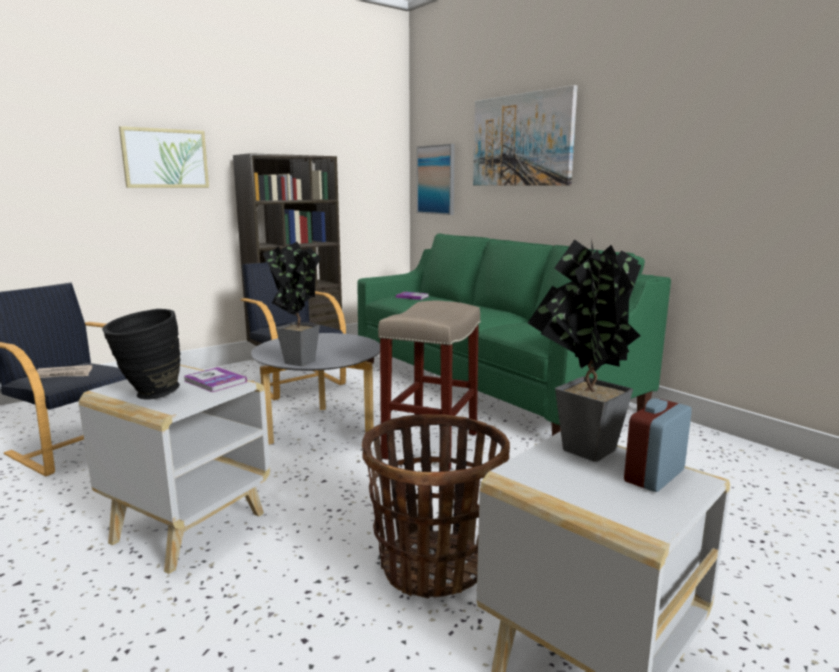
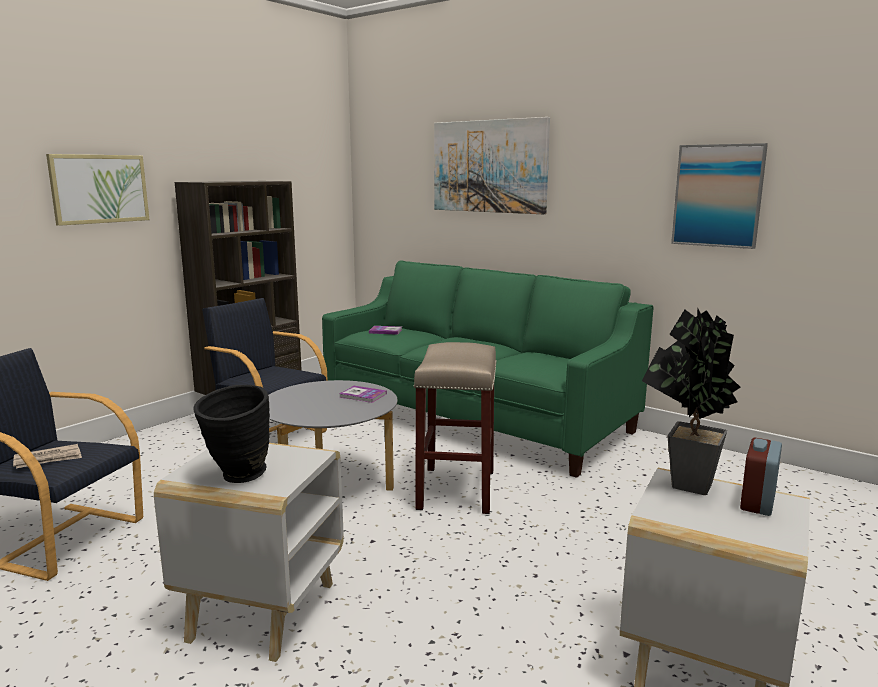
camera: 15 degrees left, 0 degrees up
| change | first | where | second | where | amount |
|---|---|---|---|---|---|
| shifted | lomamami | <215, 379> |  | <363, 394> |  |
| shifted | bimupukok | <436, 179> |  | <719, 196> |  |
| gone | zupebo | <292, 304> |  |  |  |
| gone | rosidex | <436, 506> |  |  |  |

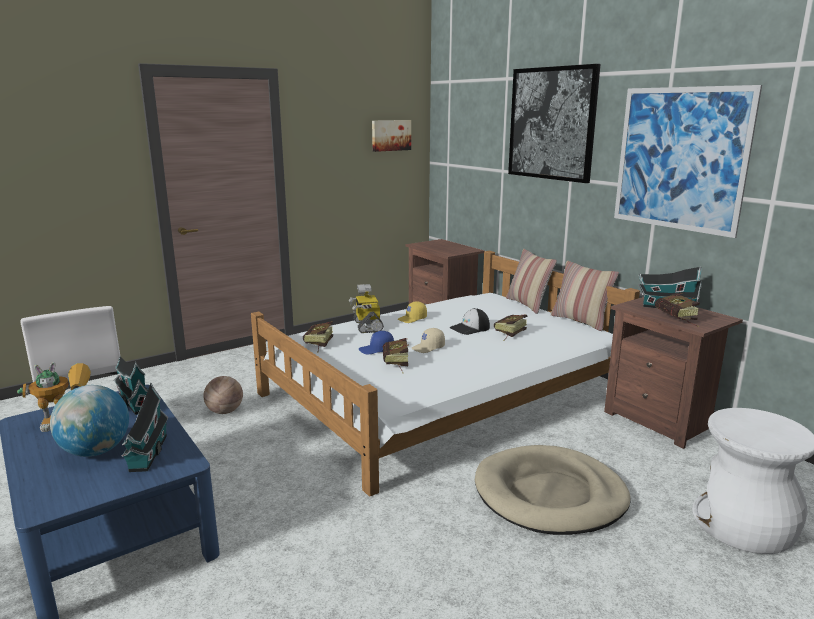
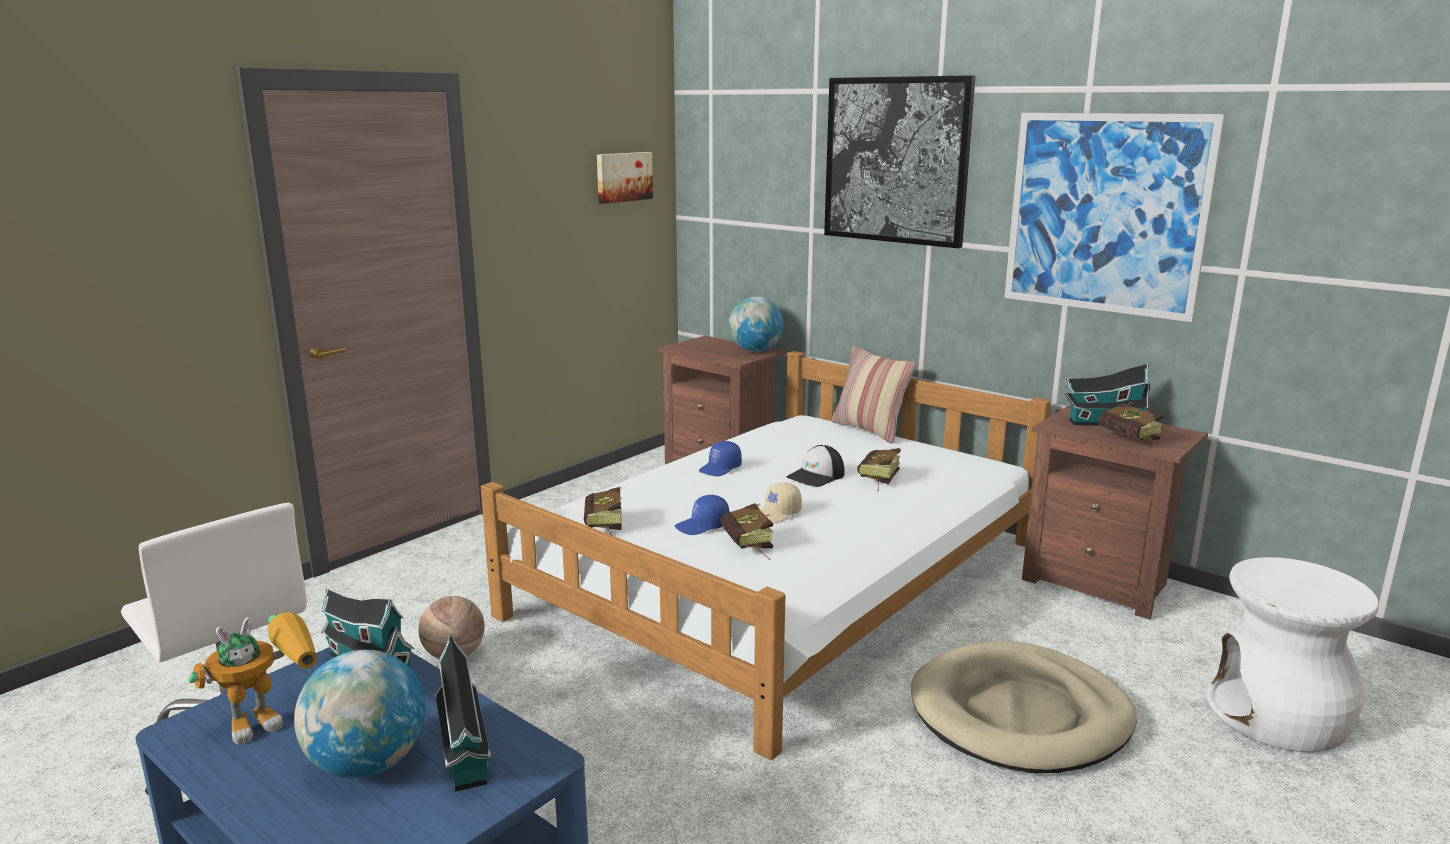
camera: 15 degrees left, 0 degrees up
| change | first | where | second | where | amount |
|---|---|---|---|---|---|
| repainted | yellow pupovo | <412, 312> | blue pupovo | <720, 458> |  |
| new |  |  | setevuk | <756, 324> |  |
| gone | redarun | <366, 308> |  |  |  |
| gone | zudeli | <585, 296> |  |  |  |

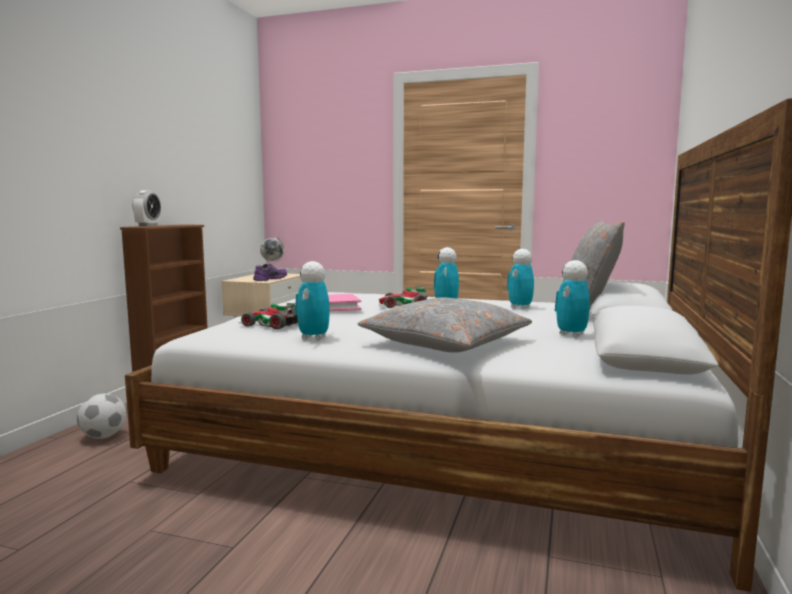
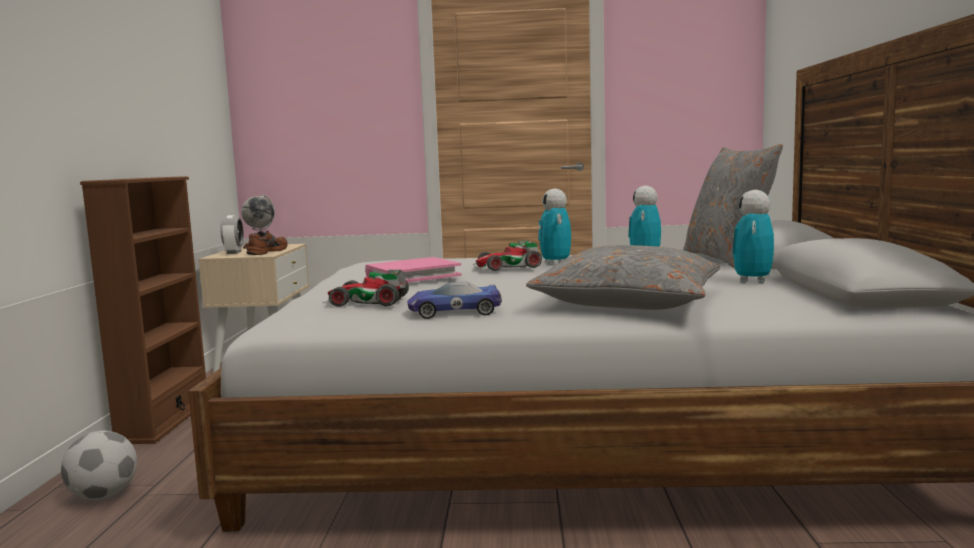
camera: 15 degrees left, 0 degrees up
| change | first | where | second | where | amount |
|---|---|---|---|---|---|
| shifted | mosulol | <146, 208> |  | <232, 234> |  |
| repainted | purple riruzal | <270, 272> | brown riruzal | <267, 242> |  |
| swapped | redarun | <312, 300> | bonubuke | <454, 300> |  |

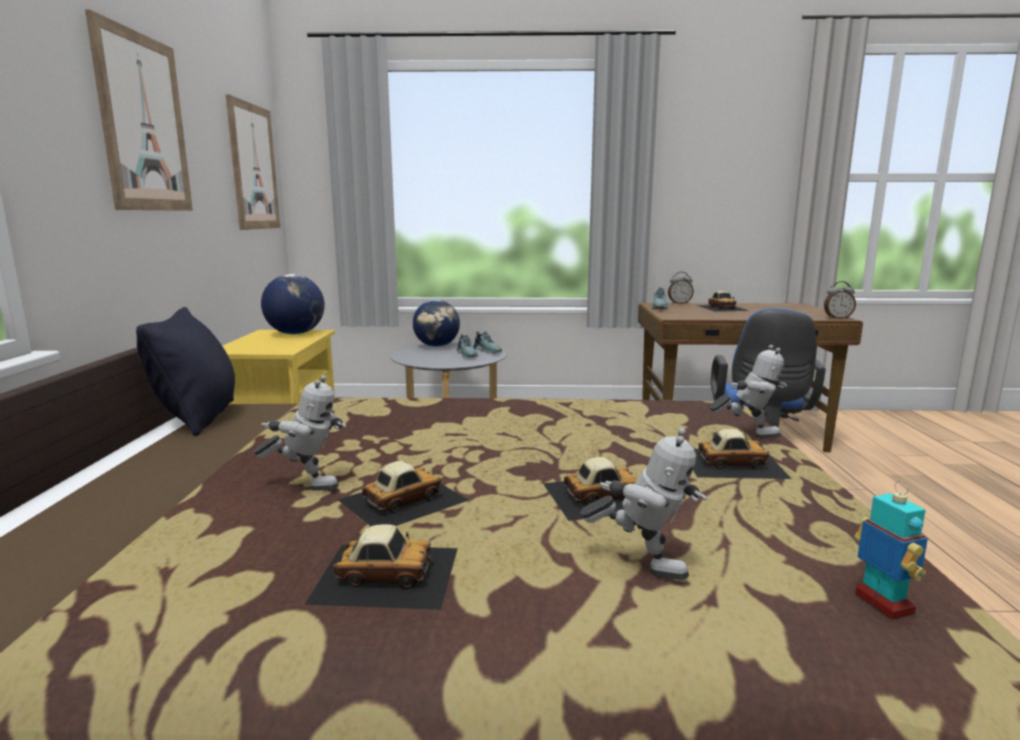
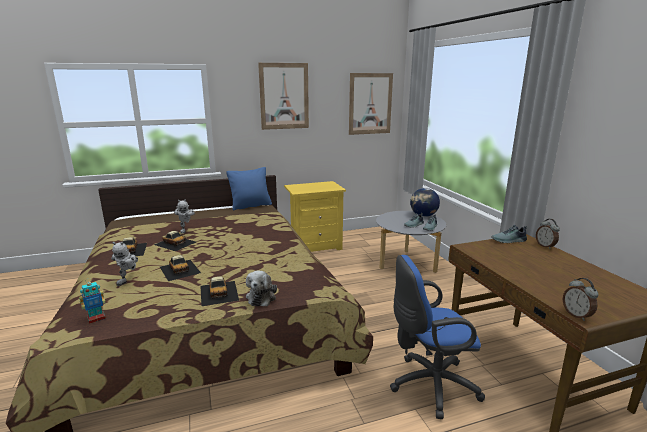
camera: 70 degrees right, 5 degrees up
| change | first | where | second | where | amount |
|---|---|---|---|---|---|
| repainted | black zudeli | <185, 371> | blue zudeli | <249, 188> |  |
| swapped | redarun | <748, 391> | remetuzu | <261, 288> |  |
| gone | setevuk | <293, 304> |  |  |  |
| gone | bonubuke | <722, 301> |  |  |  |

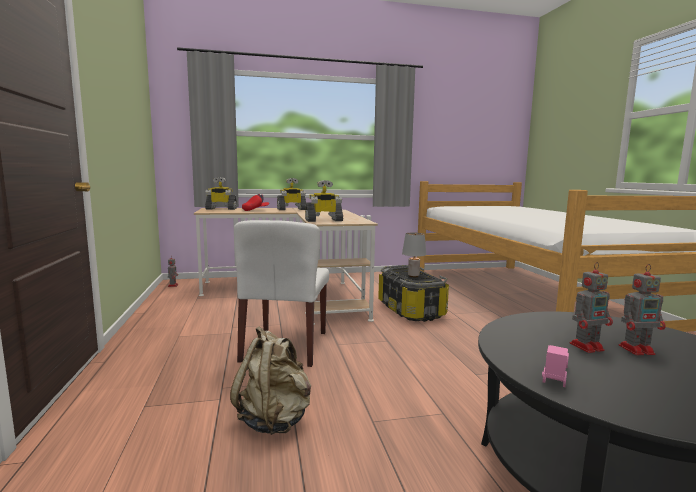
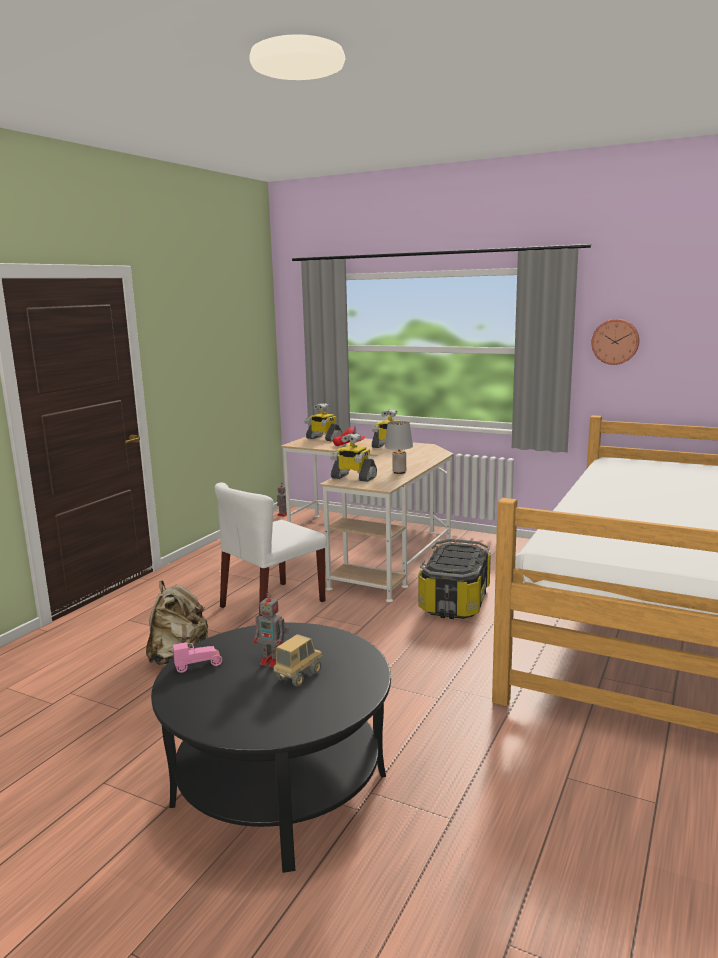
camera: 40 degrees right, 5 degrees up
| change | first | where | second | where | amount |
|---|---|---|---|---|---|
| swapped | redarun | <642, 309> | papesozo | <298, 660> |  |
| shifted | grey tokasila | <414, 255> |  | <399, 447> |  |
| new |  |  | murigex | <615, 342> |  |

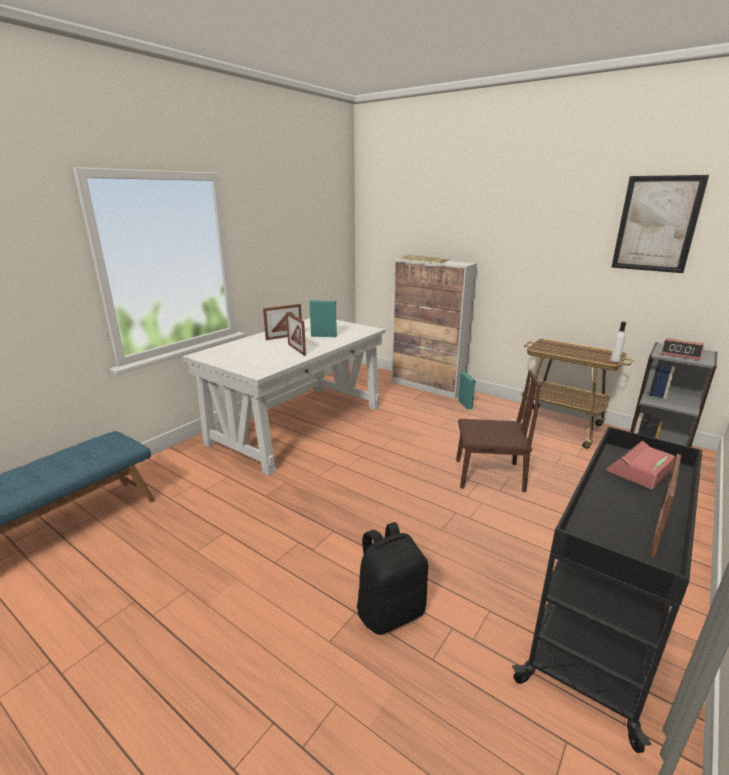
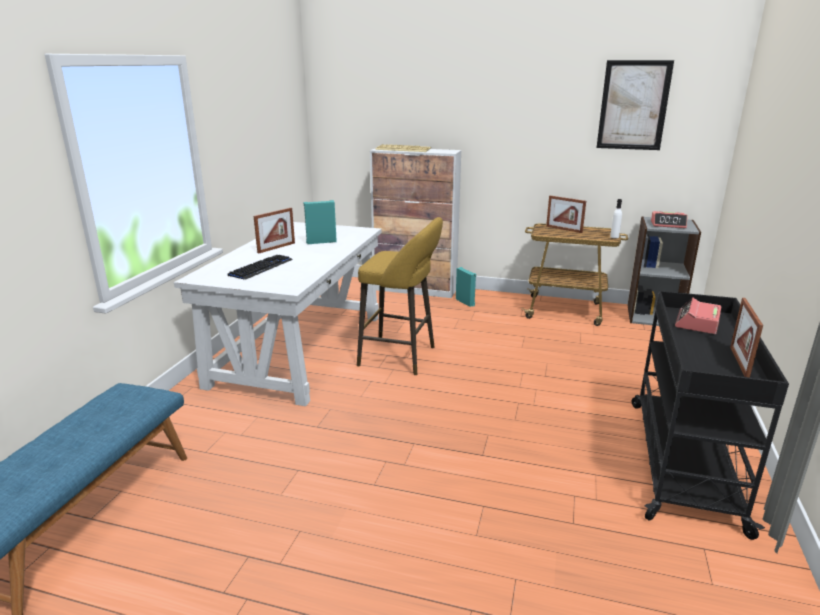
camera: 20 degrees left, 0 degrees up
| change | first | where | second | where | amount |
|---|---|---|---|---|---|
| new |  |  | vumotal | <260, 267> |  |
| new |  |  | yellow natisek | <400, 296> |  |
| shifted | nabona | <296, 334> |  | <566, 214> |  |
| gone | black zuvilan | <392, 578> |  |  |  |
| gone | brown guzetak | <498, 431> |  |  |  |

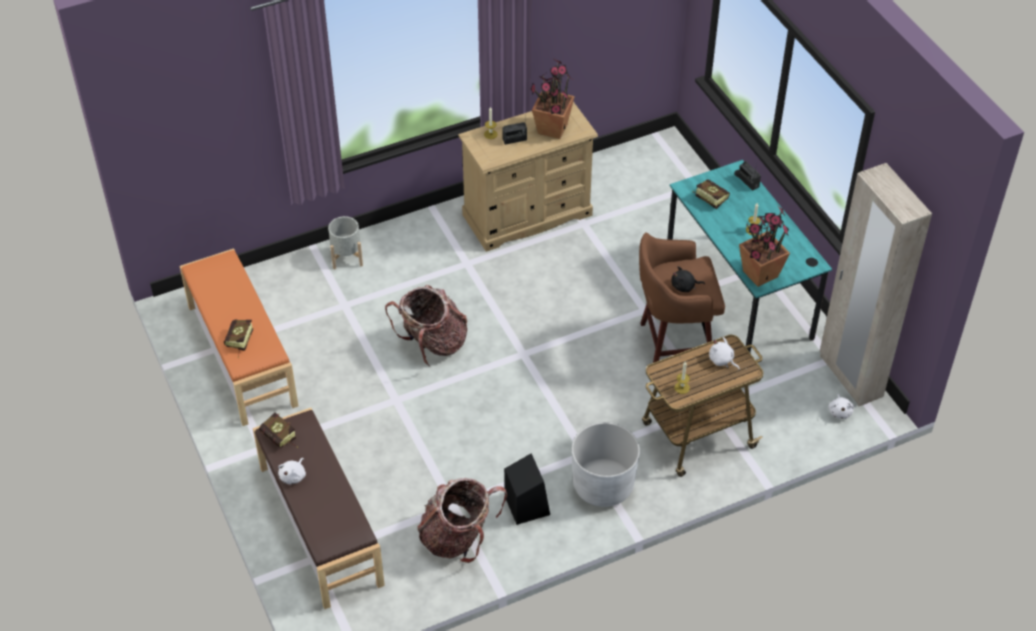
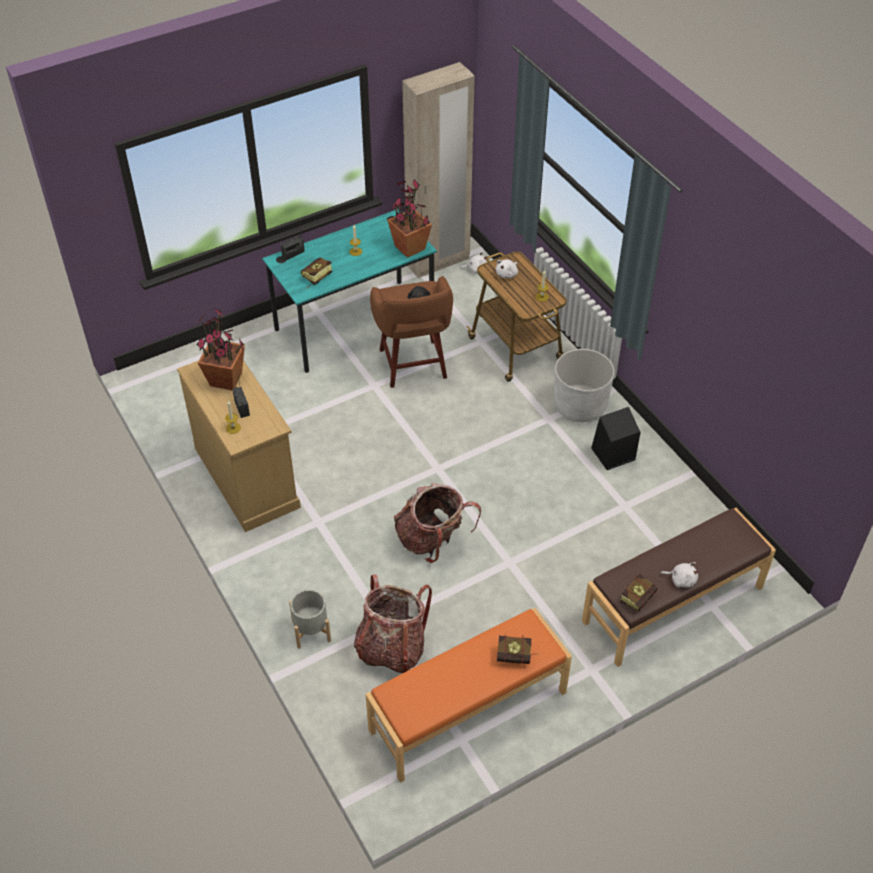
camera: 95 degrees left, 0 degrees up
| change | first | where | second | where | amount |
|---|---|---|---|---|---|
| shifted | zuvilan | <462, 520> |  | <393, 623> |  |

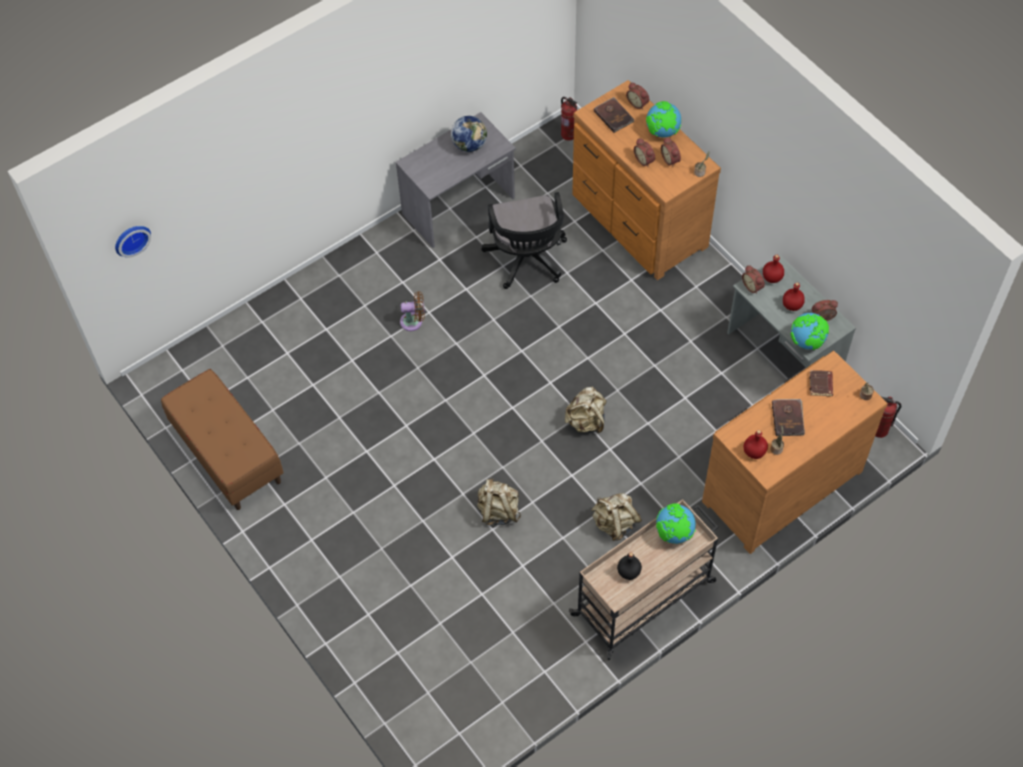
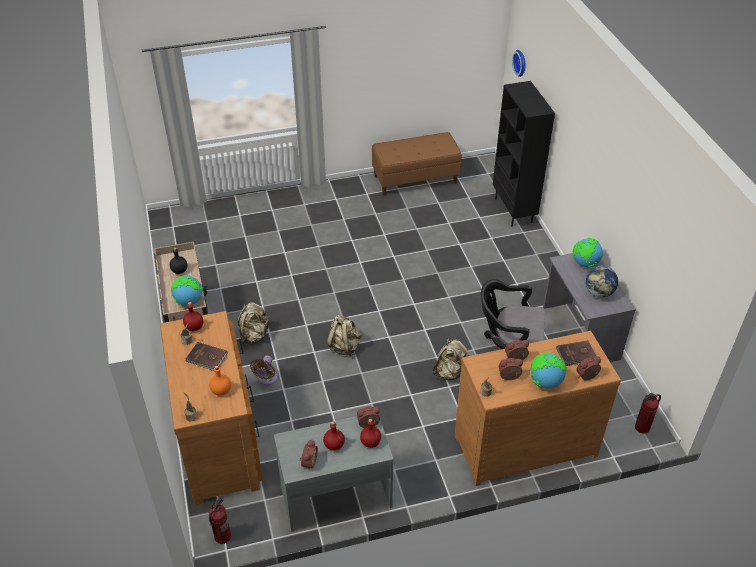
camera: 110 degrees right, 15 degrees down
| change | first | where | second | where | amount |
|---|---|---|---|---|---|
| swapped | brown lomamami | <821, 383> | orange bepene | <220, 380> |  |
| shifted | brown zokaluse | <412, 311> |  | <264, 370> |  |
| shifted | beige zuvilan | <499, 501> |  | <451, 359> |  |
| new |  |  | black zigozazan | <524, 154> |  |
| shifted | setevuk | <810, 331> |  | <588, 252> |  |

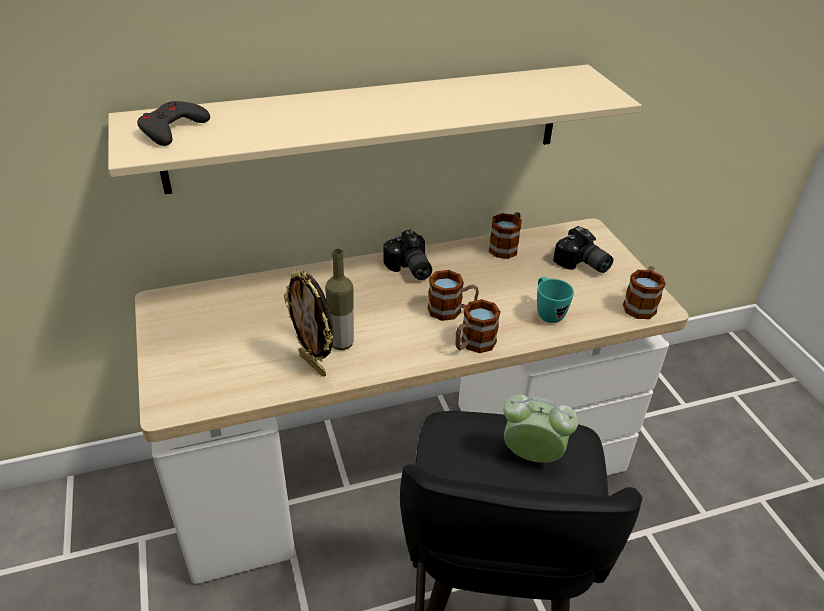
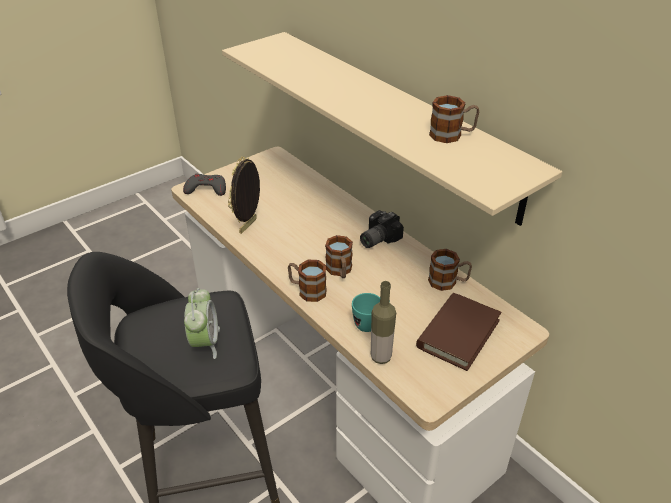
camera: 70 degrees right, 0 degrees up
| change | first | where | second | where | amount |
|---|---|---|---|---|---|
| shifted | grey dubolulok | <173, 123> |  | <204, 184> |  |
| shifted | bepene | <339, 299> |  | <383, 322> |  |
| swapped | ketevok | <583, 249> | brown lomamami | <459, 332> |  |
| shifted | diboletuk | <644, 292> |  | <454, 119> |  |

